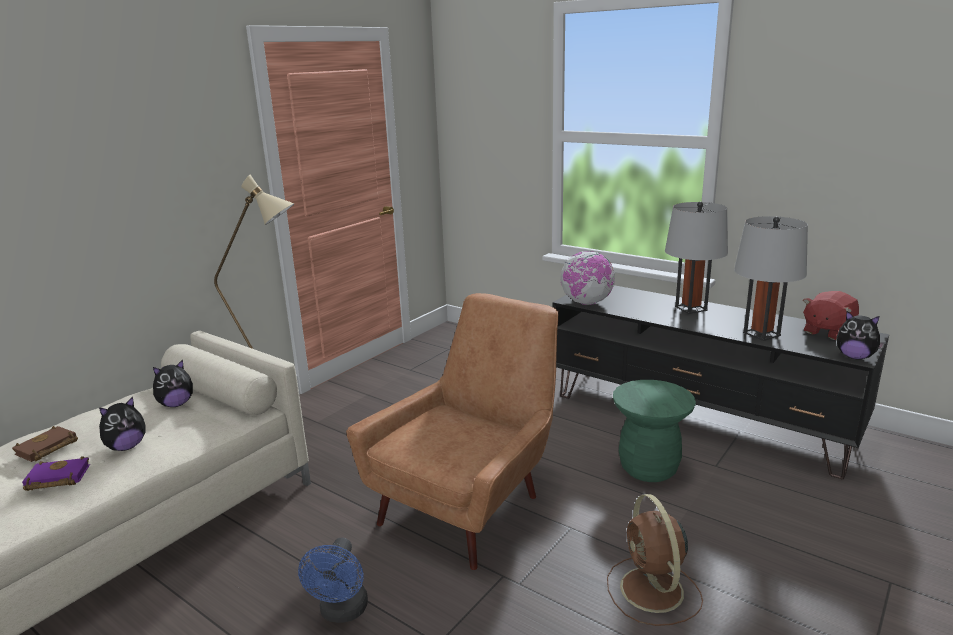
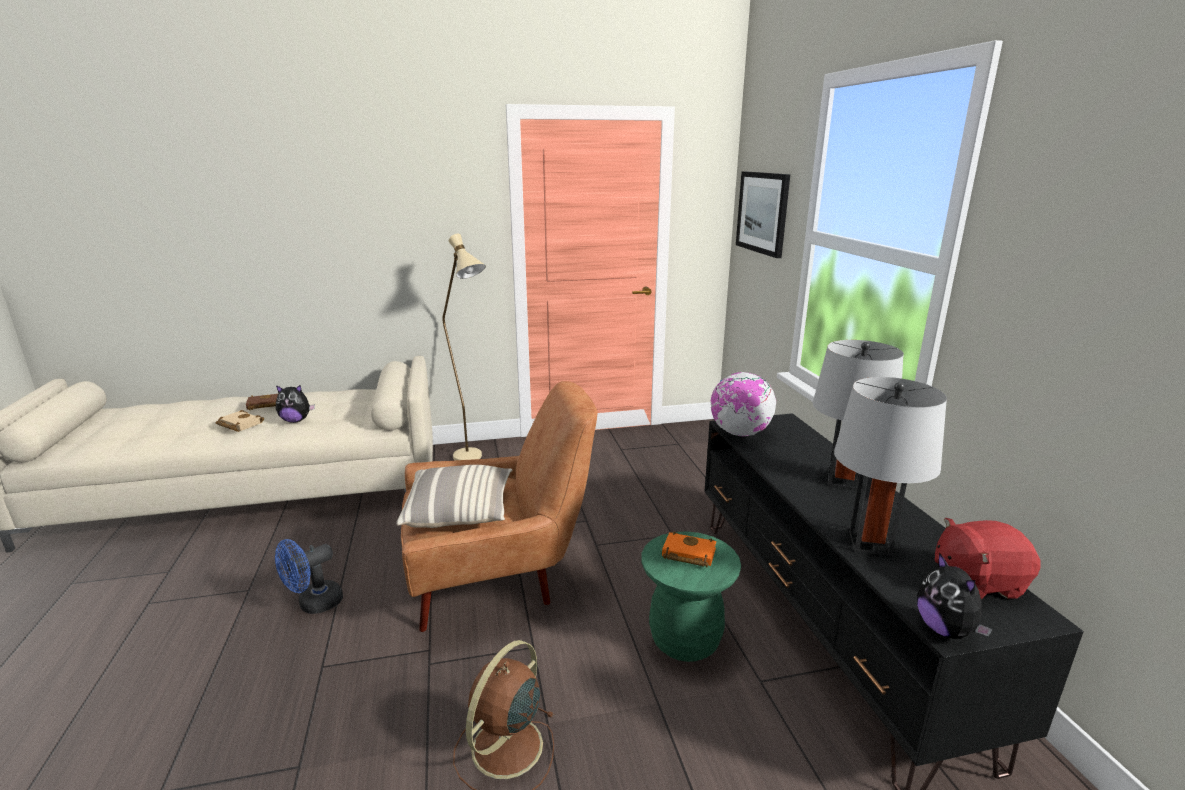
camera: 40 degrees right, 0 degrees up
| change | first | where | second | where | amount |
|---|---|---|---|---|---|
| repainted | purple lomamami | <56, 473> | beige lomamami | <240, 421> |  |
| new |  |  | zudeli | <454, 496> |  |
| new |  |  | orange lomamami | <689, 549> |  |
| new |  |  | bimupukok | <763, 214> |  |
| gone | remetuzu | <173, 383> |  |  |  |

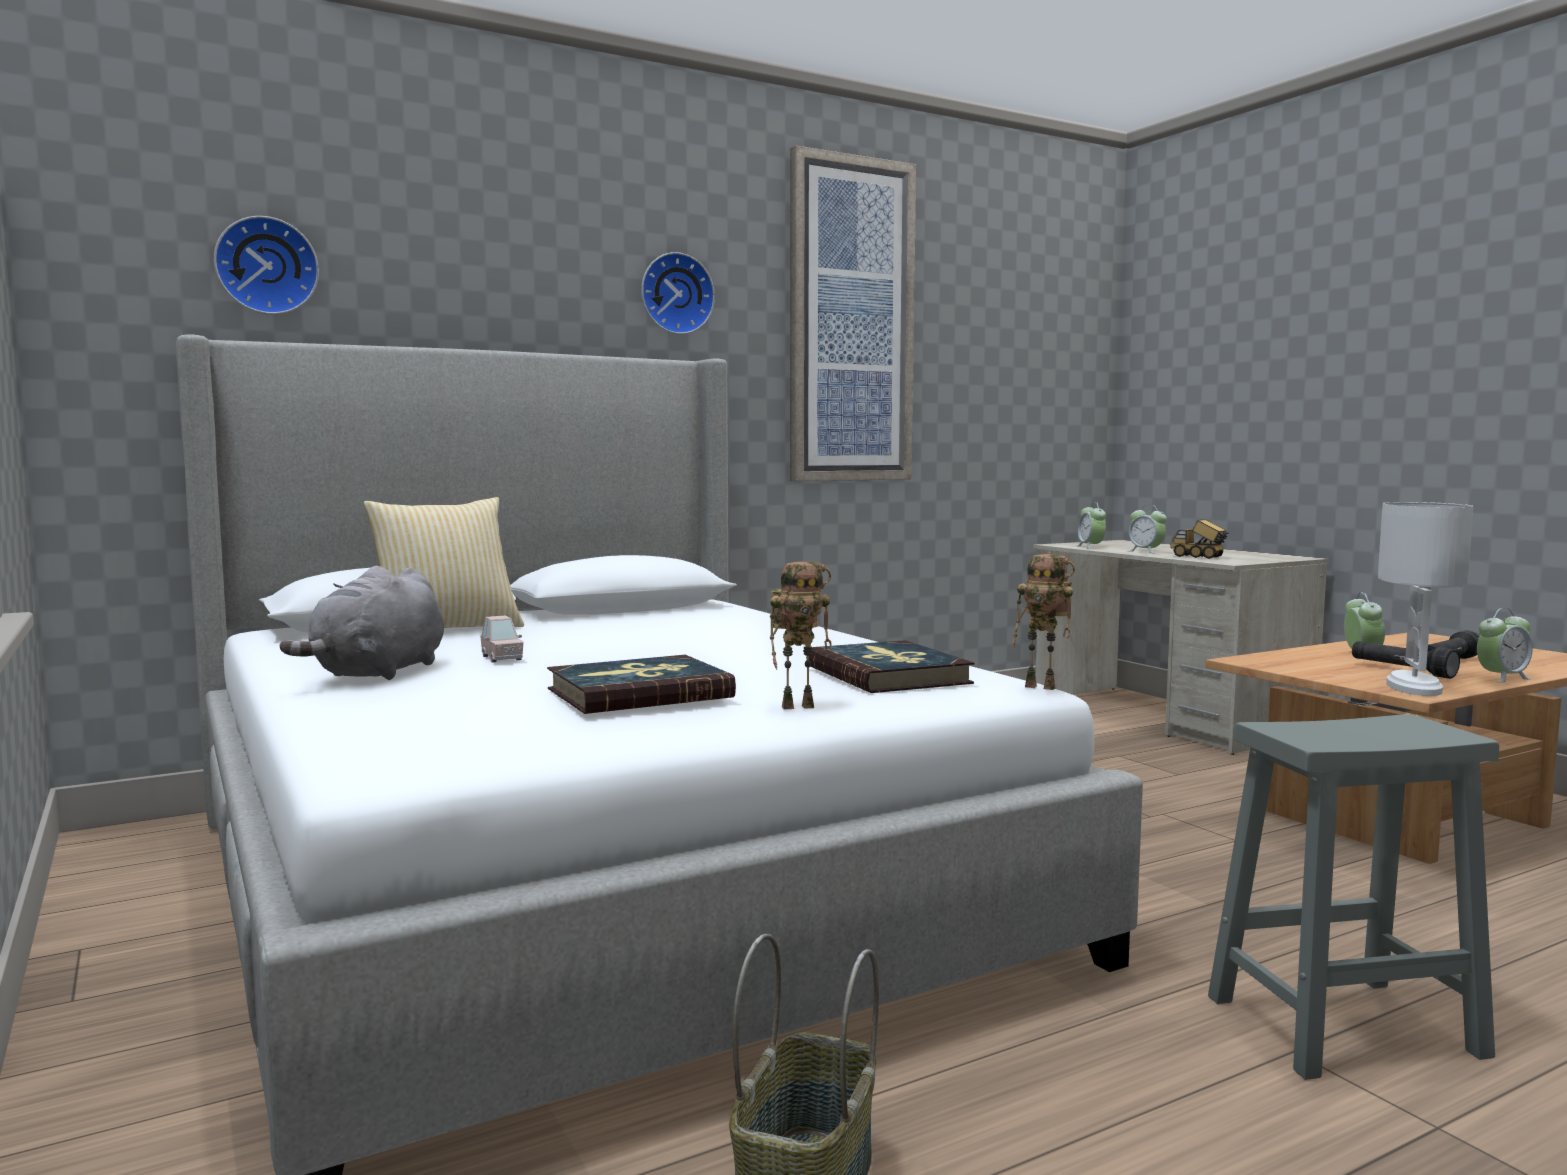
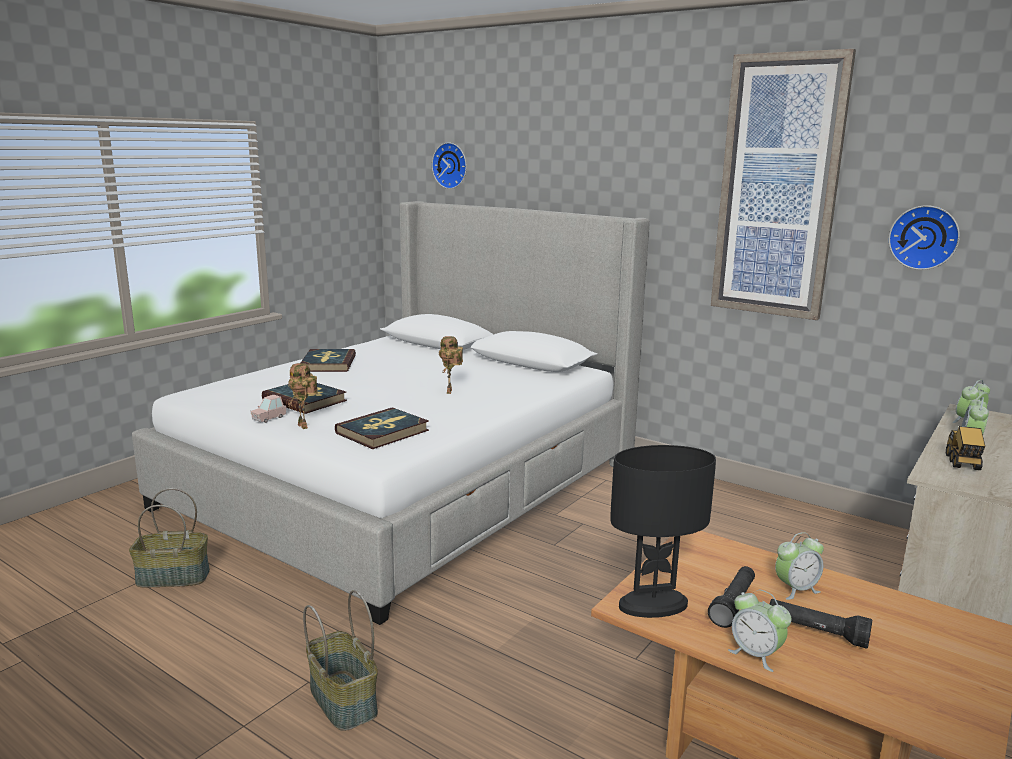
camera: 65 degrees right, 10 degrees up
| change | first | where | second | where | amount |
|---|---|---|---|---|---|
| shifted | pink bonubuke | <501, 639> |  | <268, 409> |  |
| swapped | grey remetuzu | <362, 623> | lomamami | <328, 360> |  |
| swapped | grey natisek | <1353, 897> | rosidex | <340, 660> |  |
| shifted | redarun | <1043, 622> |  | <451, 365> |  |
| repainted | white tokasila | <1425, 599> | black tokasila | <663, 531> |  |
| shifted | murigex | <678, 293> |  | <924, 237> |  |
| gone | zudeli | <443, 562> |  |  |  |

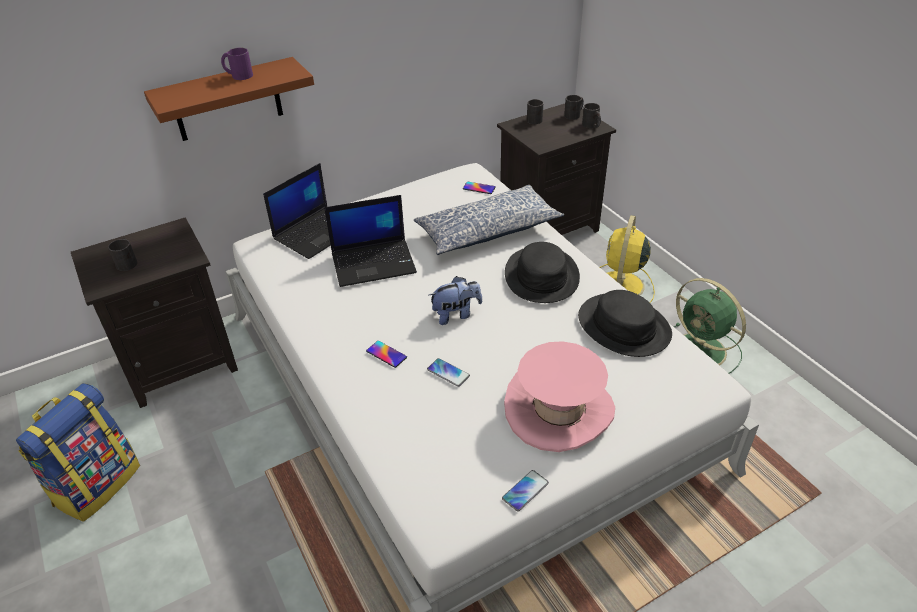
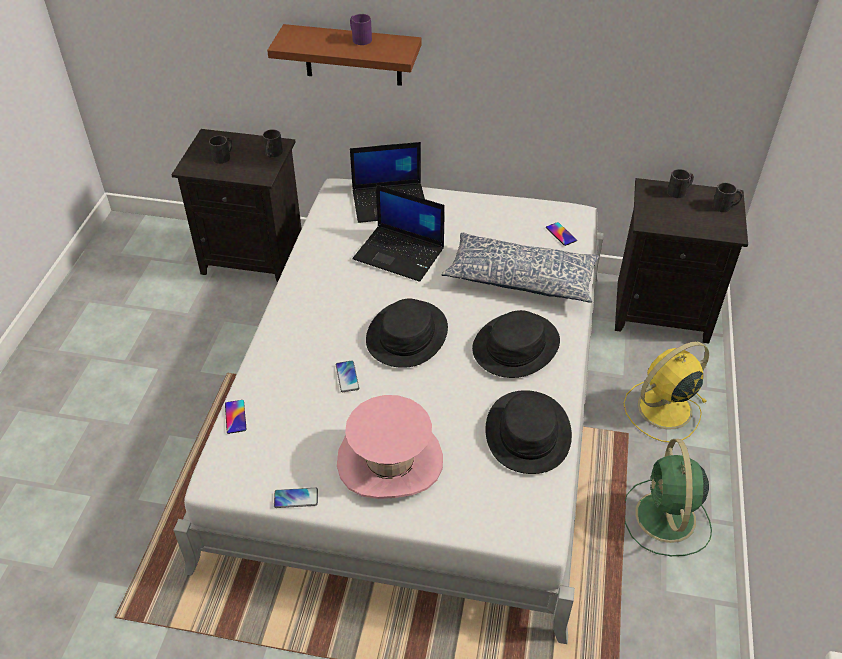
camera: 40 degrees right, 5 degrees up
| change | first | where | second | where | amount |
|---|---|---|---|---|---|
| shifted | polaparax | <386, 354> |  | <235, 417> |  |
| shifted | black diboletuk | <591, 115> |  | <273, 143> |  |
| swapped | remetuzu | <455, 300> | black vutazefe | <407, 333> |  |
| gone | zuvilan | <78, 452> |  |  |  |

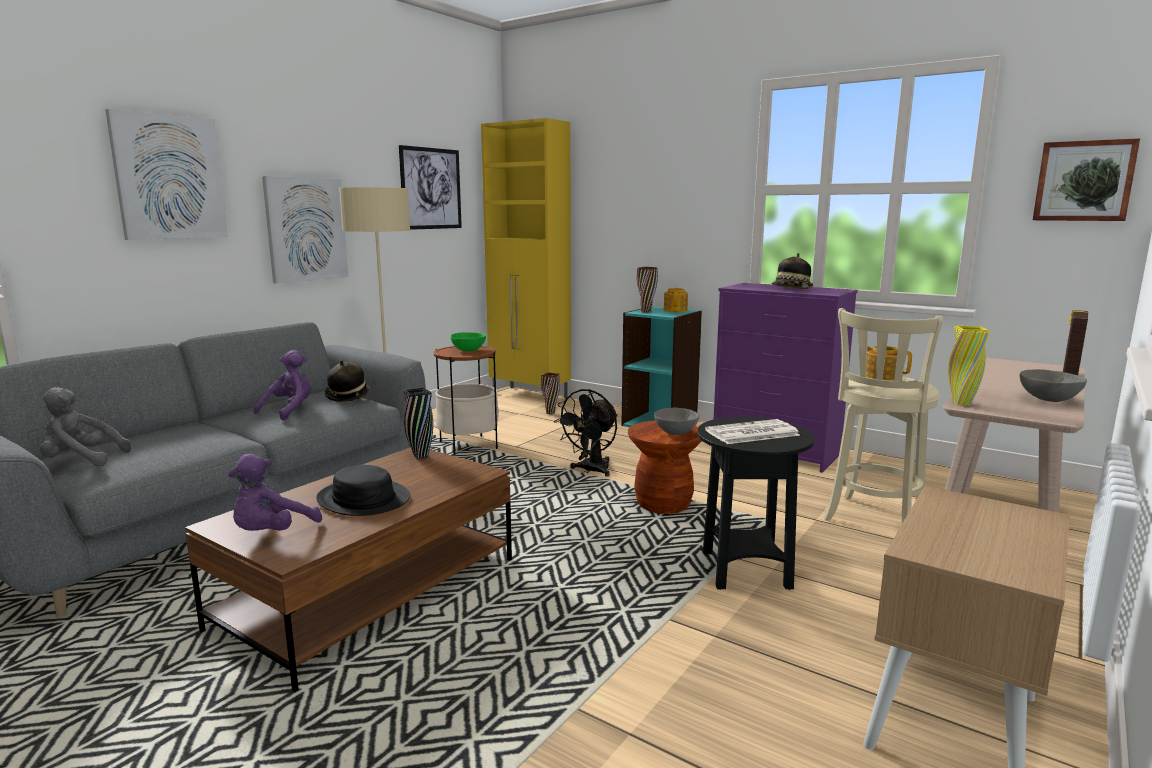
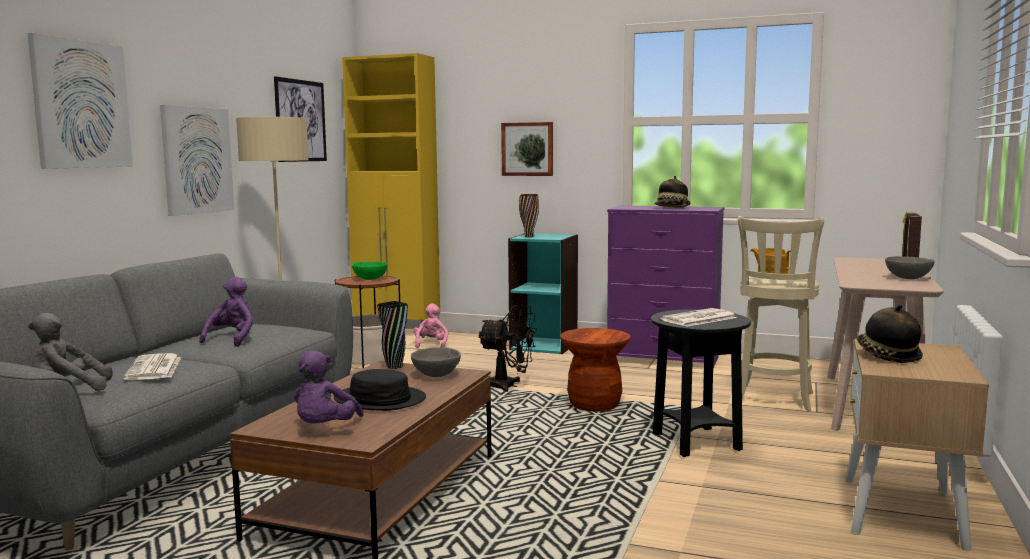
camera: 15 degrees left, 5 degrees down
| change | first | where | second | where | amount |
|---|---|---|---|---|---|
| new |  |  | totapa | <152, 366> |  |
| shifted | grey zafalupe | <676, 421> |  | <436, 362> |  |
| swapped | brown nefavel | <550, 393> | pink remetuzu | <431, 325> |  |
| rotated | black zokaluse | <586, 433> |  | <507, 348> | 90 degrees counterclockwise |
| shifted | bimupukok | <1086, 179> |  | <527, 149> |  |
| shifted | vutazefe | <348, 381> |  | <890, 334> |  |
| gone | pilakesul | <675, 300> |  |  |  |
| gone | yellow nefavel | <969, 366> |  |  |  |

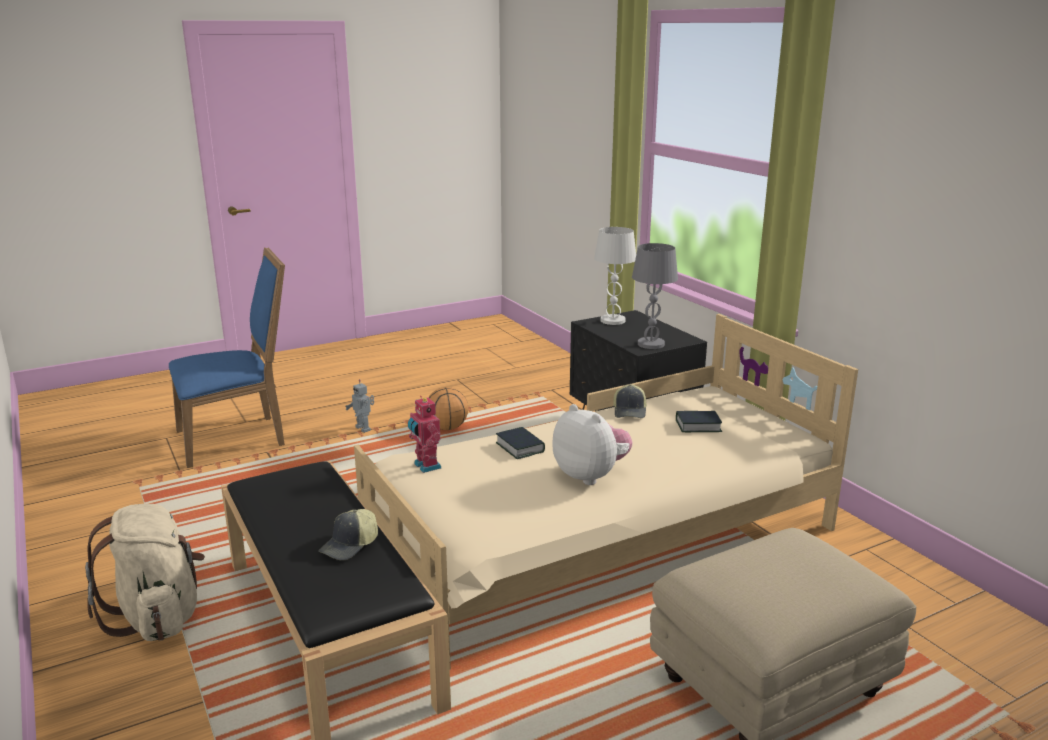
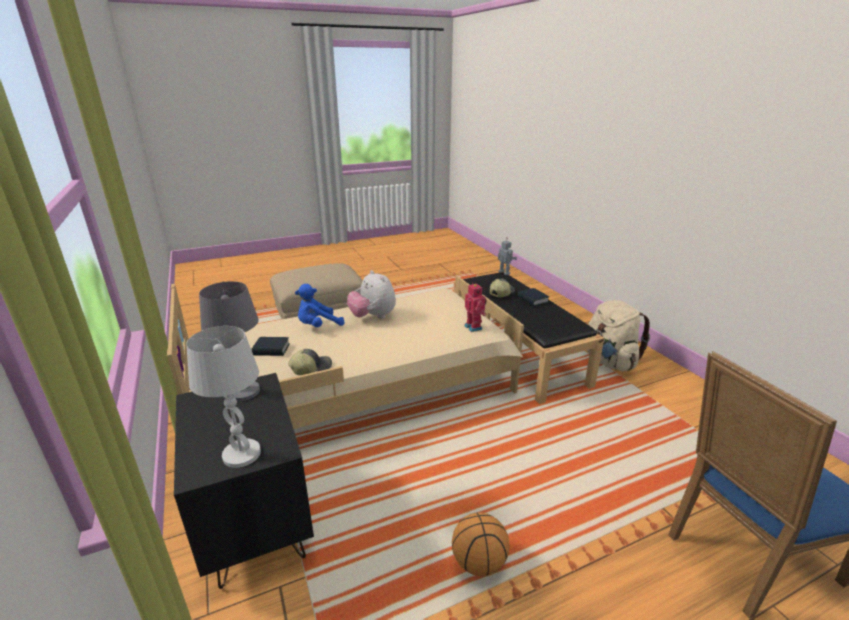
camera: 175 degrees left, 5 degrees up
| change | first | where | second | where | amount |
|---|---|---|---|---|---|
| rotated | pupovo | <630, 401> |  | <310, 362> | 45 degrees clockwise |
| new |  |  | blue remetuzu | <320, 305> |  |
| shifted | redarun | <360, 406> |  | <507, 256> |  |
| shifted | lomamami | <520, 443> |  | <533, 297> |  |

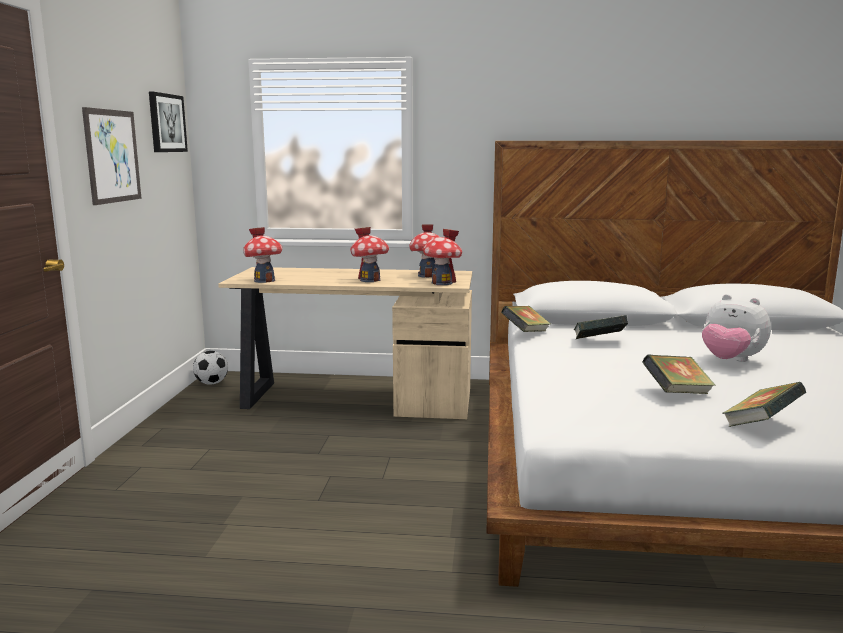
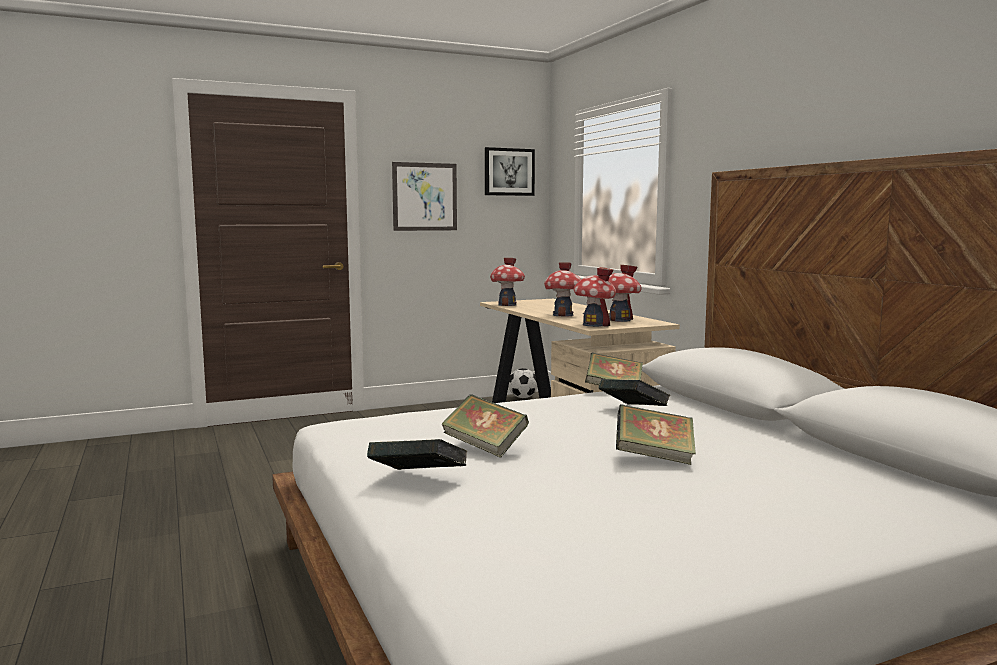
camera: 60 degrees right, 5 degrees down
| change | first | where | second | where | amount |
|---|---|---|---|---|---|
| swapped | remetuzu | <736, 328> | lomamami | <656, 434> |  |

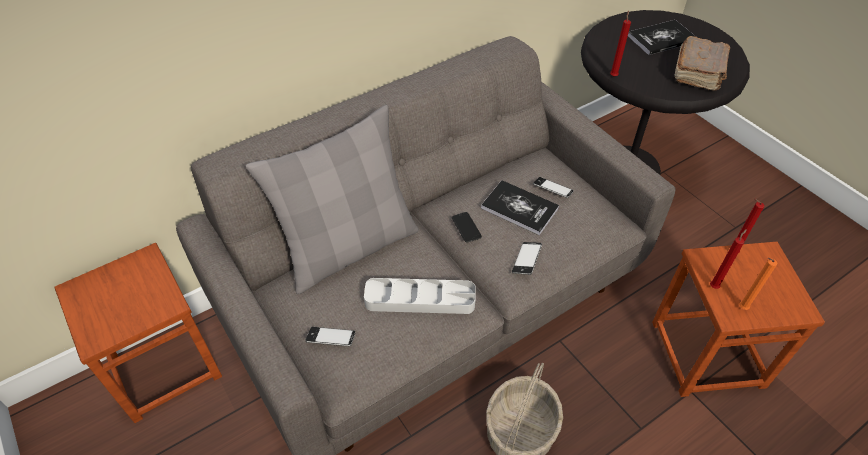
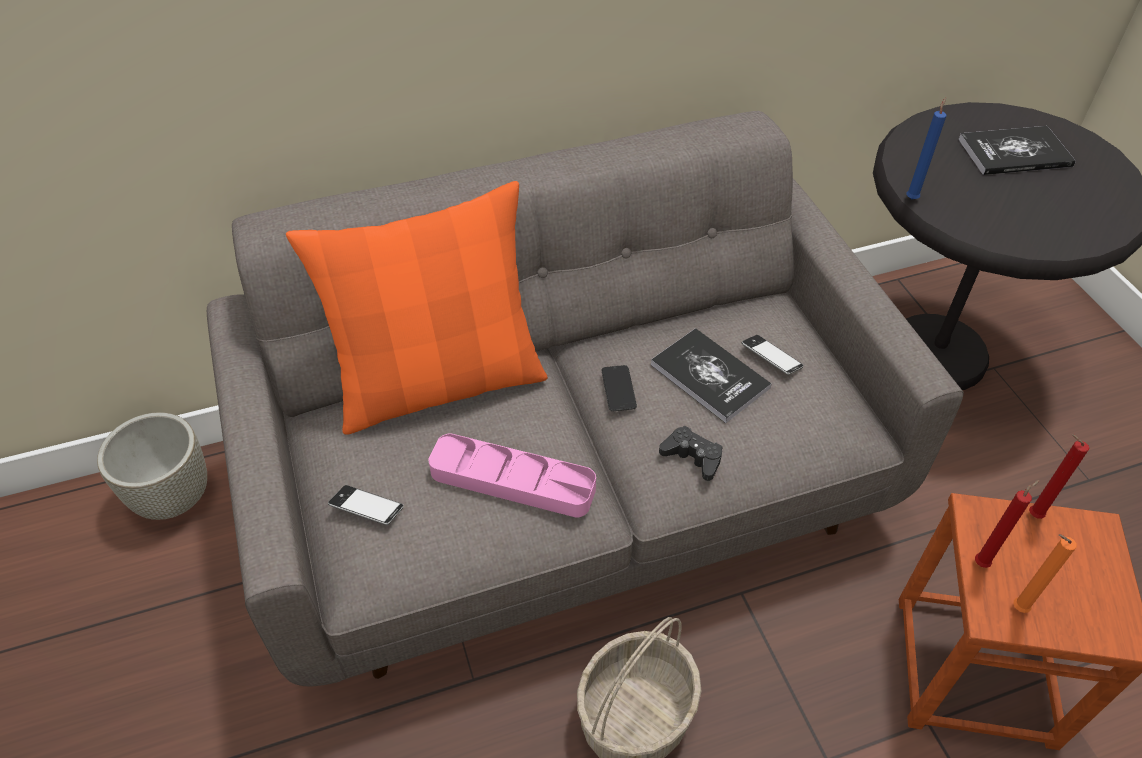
camera: 15 degrees right, 0 degrees up
| change | first | where | second | where | amount |
|---|---|---|---|---|---|
| swapped | brown natisek | <138, 333> | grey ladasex | <152, 466> |  |
| repainted | grey zudeli | <332, 199> | orange zudeli | <417, 308> |  |
| repainted | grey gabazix | <420, 296> | pink gabazix | <512, 475> |  |
| swapped | polaparax | <527, 258> | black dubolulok | <690, 453> |  |
| repainted | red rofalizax | <620, 44> | blue rofalizax | <926, 148> |  |
| gone | brown lomamami | <702, 63> |  |  |  |

